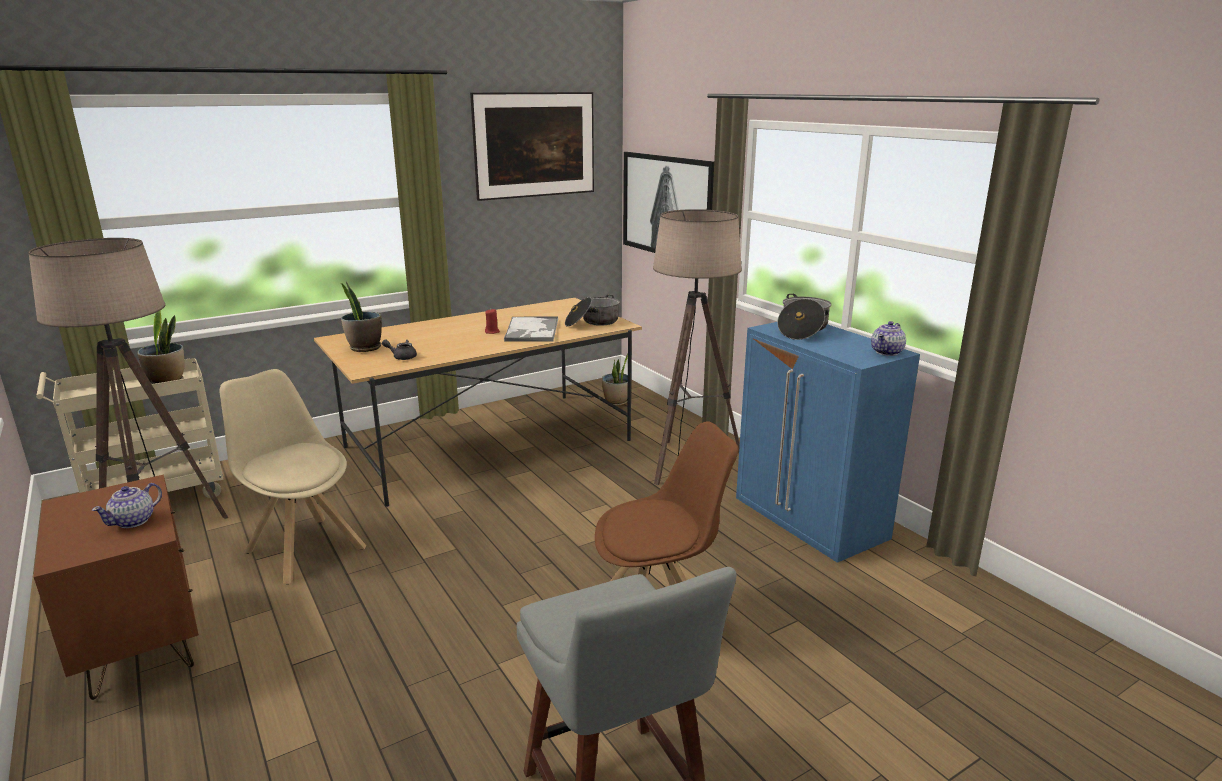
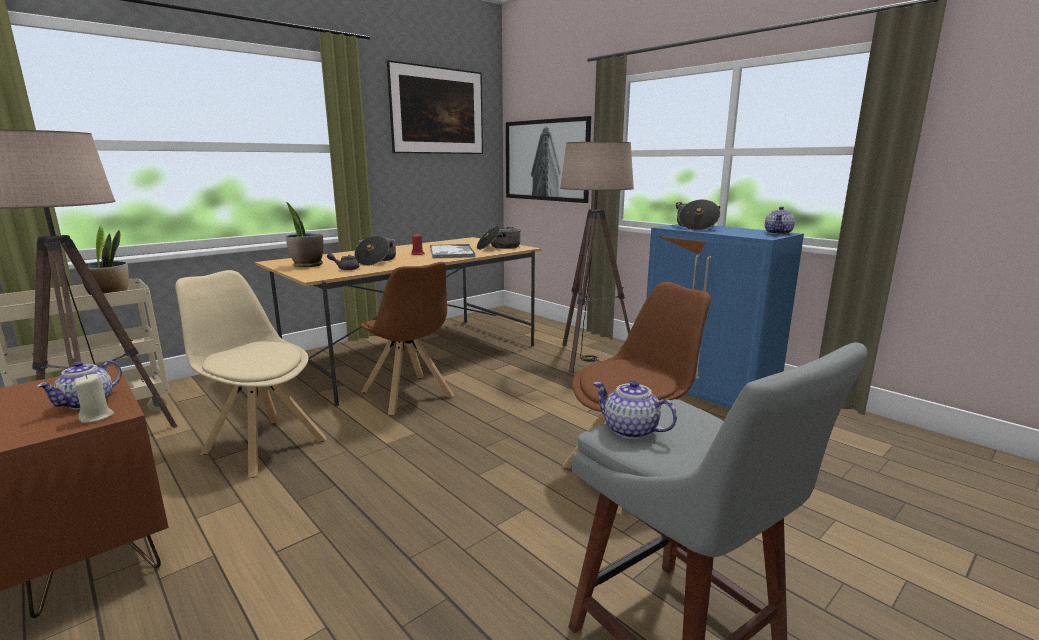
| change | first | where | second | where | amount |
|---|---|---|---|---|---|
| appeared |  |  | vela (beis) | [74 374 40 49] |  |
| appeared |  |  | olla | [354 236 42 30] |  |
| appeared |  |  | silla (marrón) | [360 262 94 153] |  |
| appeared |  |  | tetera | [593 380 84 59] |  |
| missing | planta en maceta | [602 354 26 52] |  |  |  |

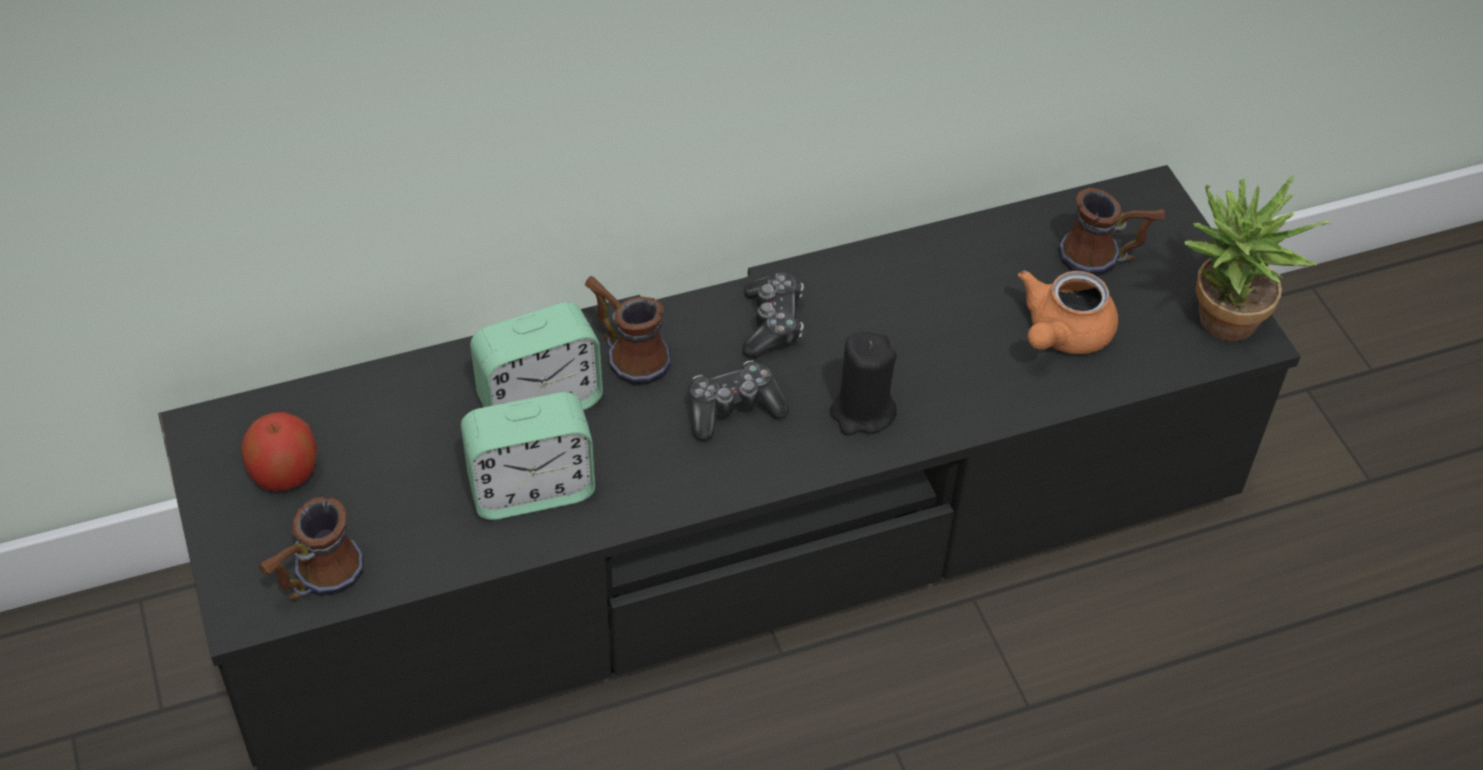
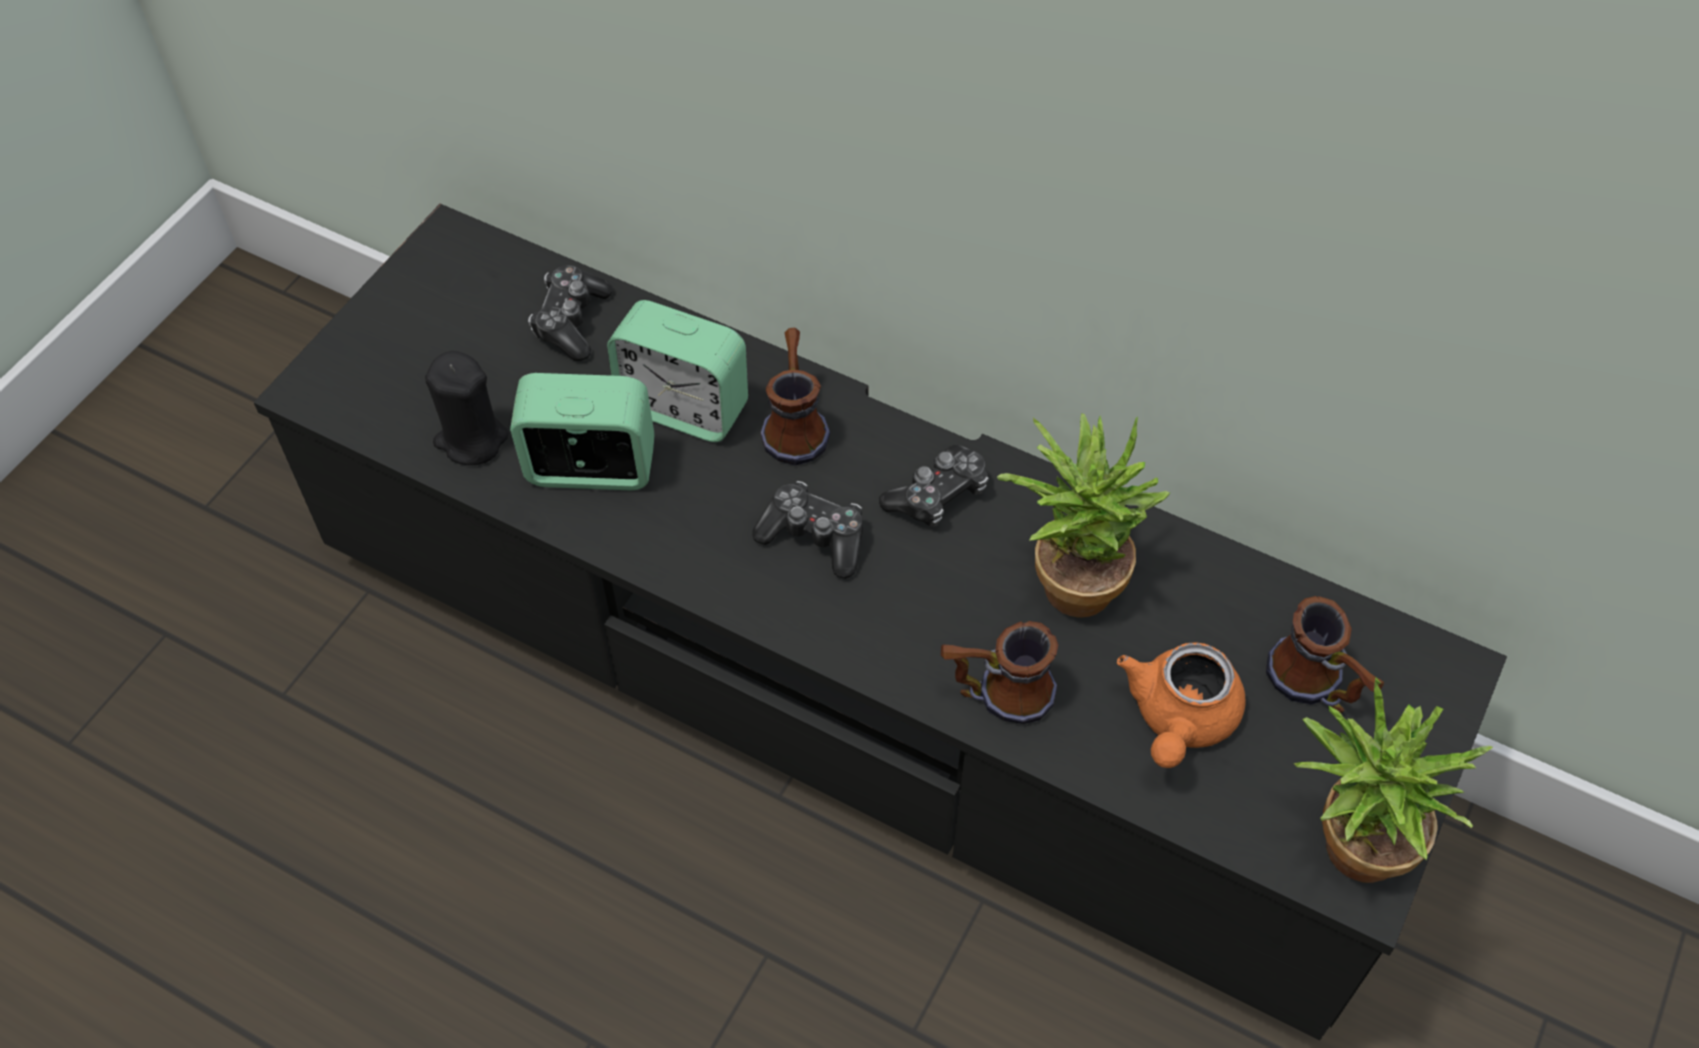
| change | first | where | second | where | amount |
|---|---|---|---|---|---|
| relocated | vela (negro) | [829 332 68 104] |  | [425 351 84 114] |  |
| spun | despertador | [461 392 134 128] |  | [510 373 145 117] | 150 degrees clockwise |
| appeared |  |  | mando de consola | [528 265 85 96] |  |
| relocated | taza grande | [258 496 105 105] |  | [941 621 117 103] |  |
| appeared |  |  | planta en maceta | [997 413 173 205] |  |
| spun | tetera (naranja) | [1018 270 100 84] |  | [1117 643 128 125] | 60 degrees counterclockwise |
| missing | manzana | [241 412 76 79] |  |  |  |

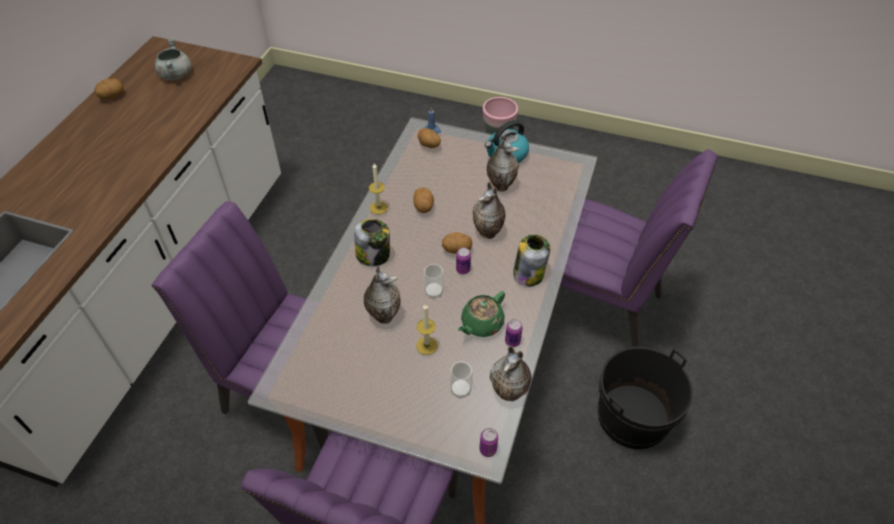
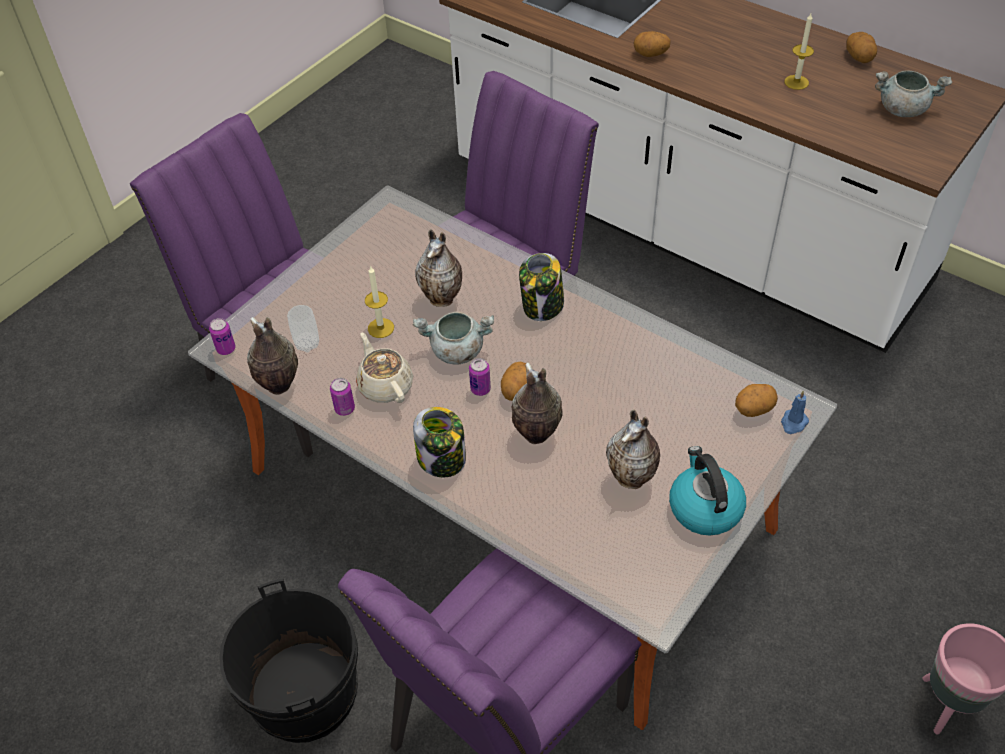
| change | first | where | second | where | amount |
|---|---|---|---|---|---|
| colour | tetera (verde) | [458 291 47 46] | tetera (beis) | [356 332 57 71] |  |
| exchanged | taza | [423 264 21 35] | olla (gris) | [413 312 81 53] |  |
| relocated | patata | [413 188 21 25] |  | [634 31 37 26] |  |
| relocated | vela | [369 163 19 52] |  | [784 13 30 77] |  |

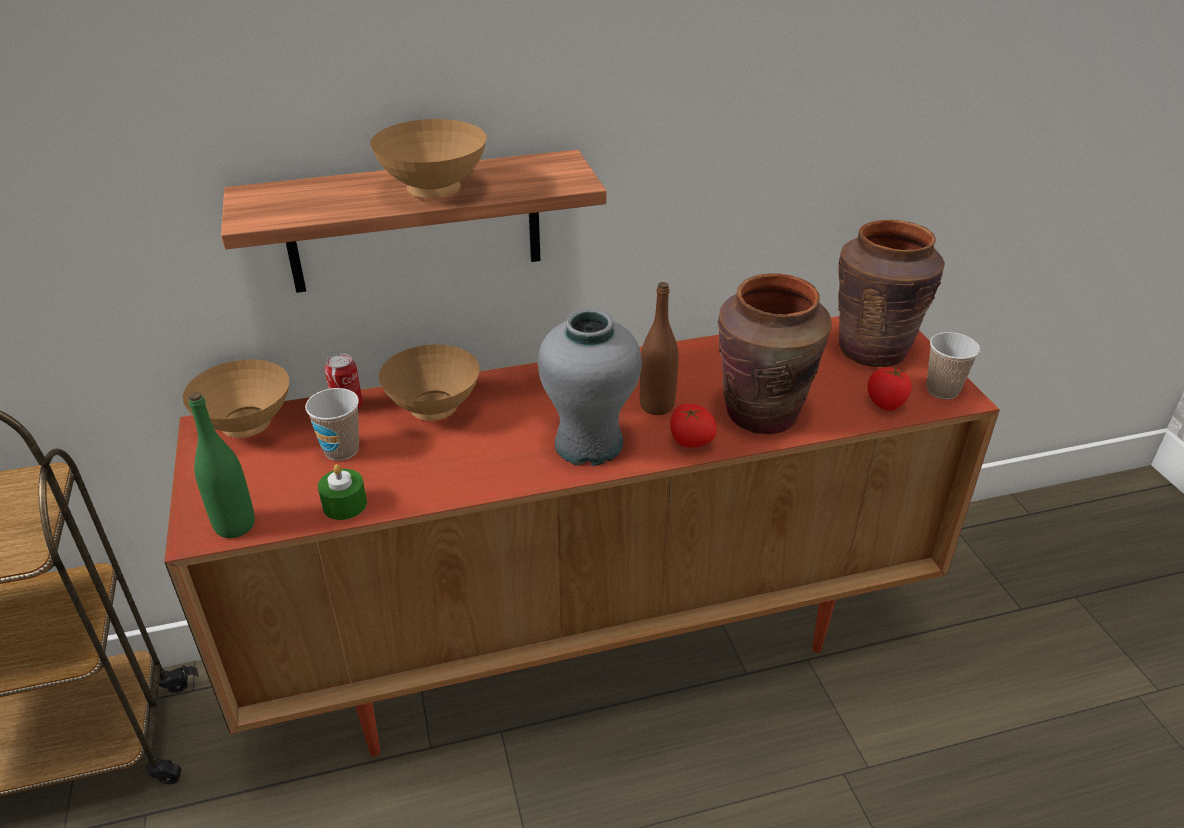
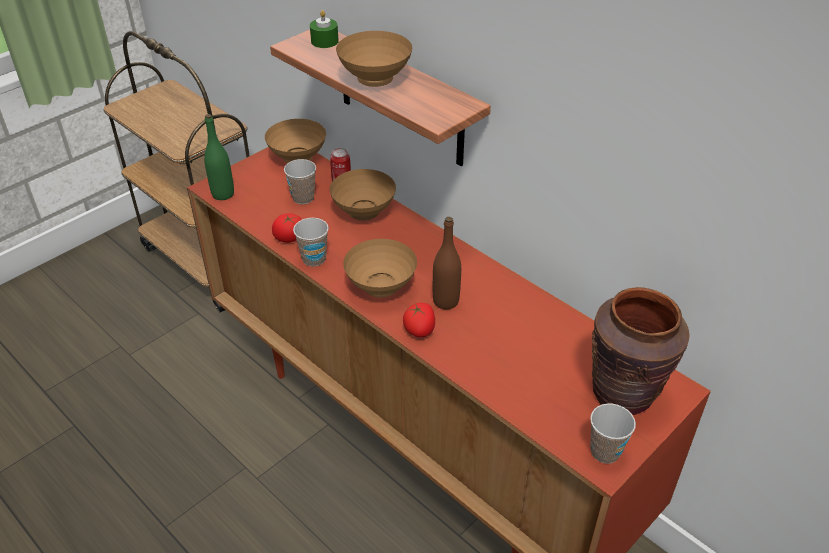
| change | first | where | second | where | amount |
|---|---|---|---|---|---|
| relocated | tomate | [867 366 45 45] |  | [272 213 30 30] |  |
| appeared |  |  | taza | [293 218 36 48] |  |
| relocated | vela (verde) | [318 464 49 56] |  | [310 10 29 38] |  |
| exchanged | florero (gris) | [538 309 104 157] | cuenco (marrón) | [343 239 74 59] |  |
| missing | florero (marrón) | [717 273 114 161] |  |  |  |

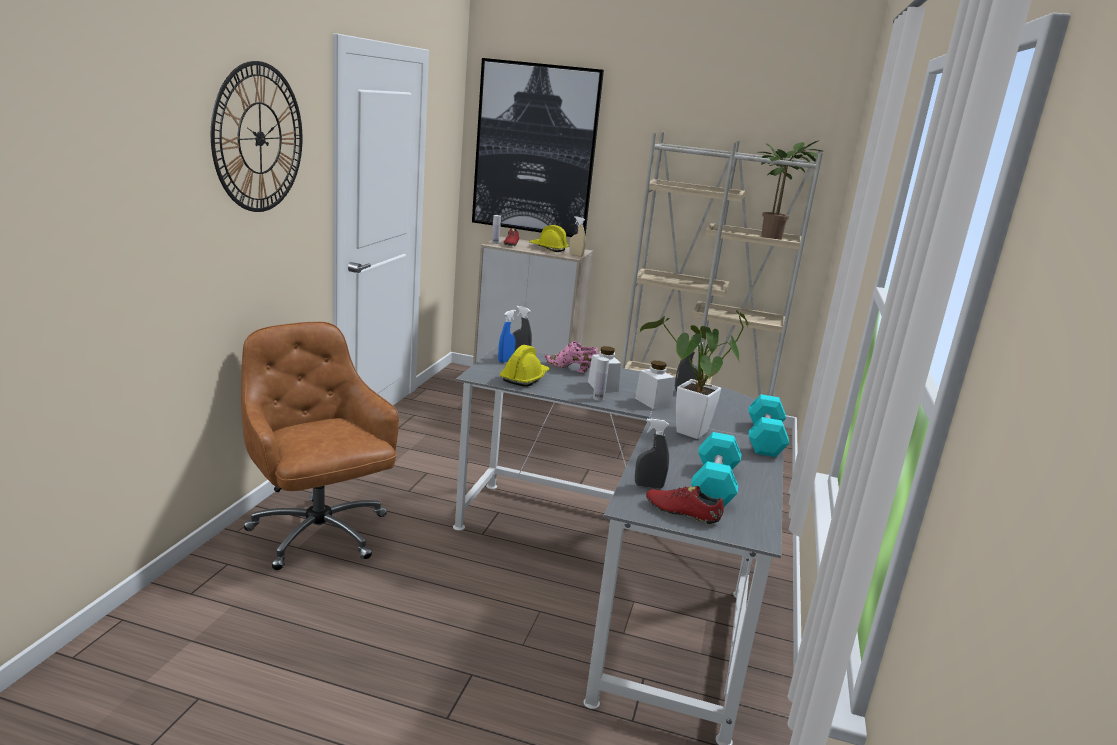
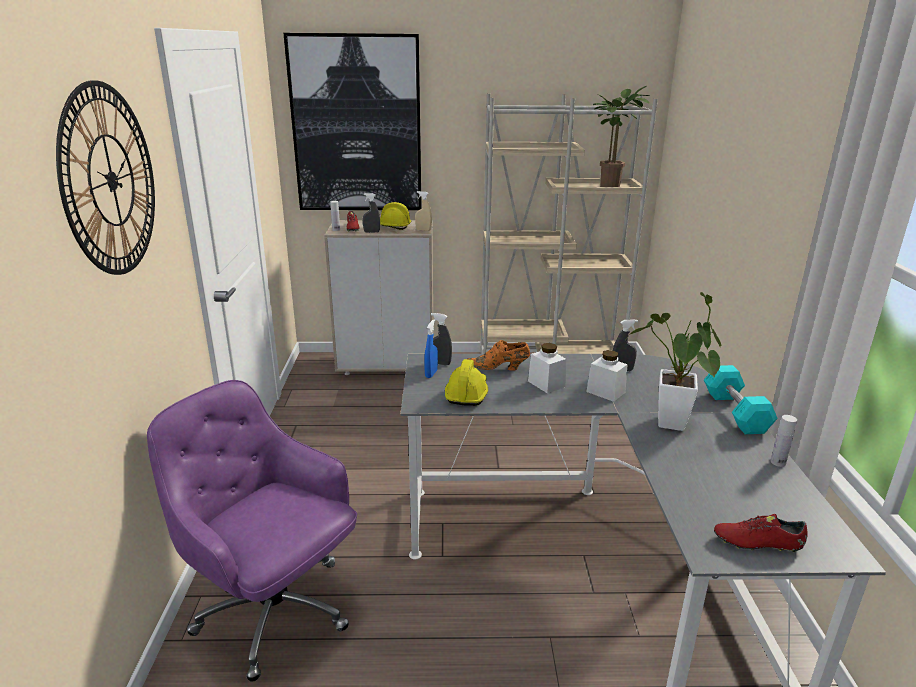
| change | first | where | second | where | amount |
|---|---|---|---|---|---|
| colour | silla de oficina (marrón) | [241 322 158 248] | silla de oficina (morado) | [147 380 210 302] |  |
| relocated | pulverizador (gris) | [635 419 34 70] |  | [363 193 17 40] |  |
| colour | zapato (rosa) | [544 341 55 32] | zapato (naranja) | [467 340 63 31] |  |
| relocated | botella (blanco) | [593 357 16 44] |  | [771 415 26 52] |  |
| missing | mancuerna (turquesa) | [691 432 50 75] |  |  |  |

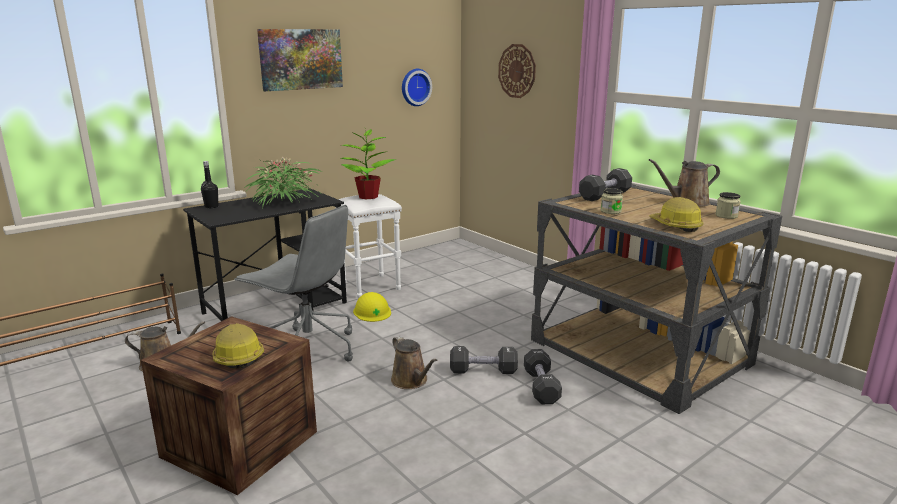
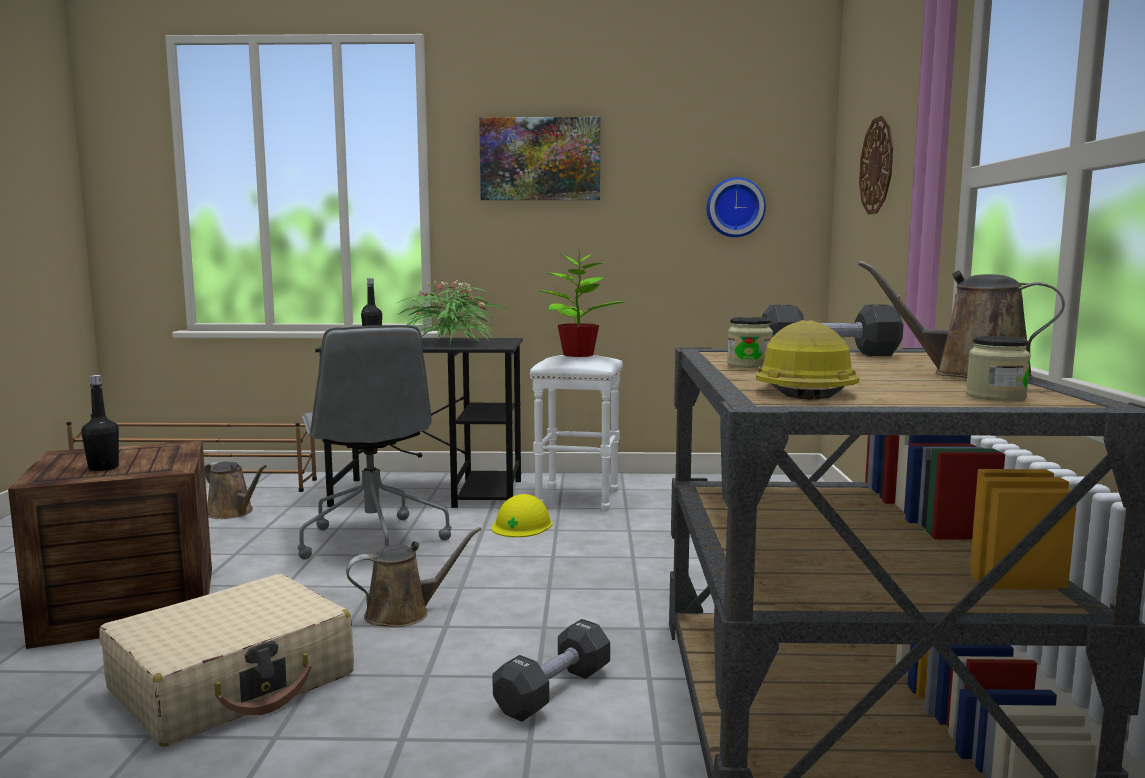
| change | first | where | second | where | amount |
|---|---|---|---|---|---|
| exchanged | casco | [213 323 51 46] | botella (negro) | [81 375 38 96] |  |
| appeared |  |  | maleta (beis) | [99 574 255 172] |  |
| spun | regadera (marrón) | [391 336 46 53] |  | [346 527 135 100] | 120 degrees counterclockwise |
| missing | mancuerna (negro) | [450 346 68 28] |  |  |  |

